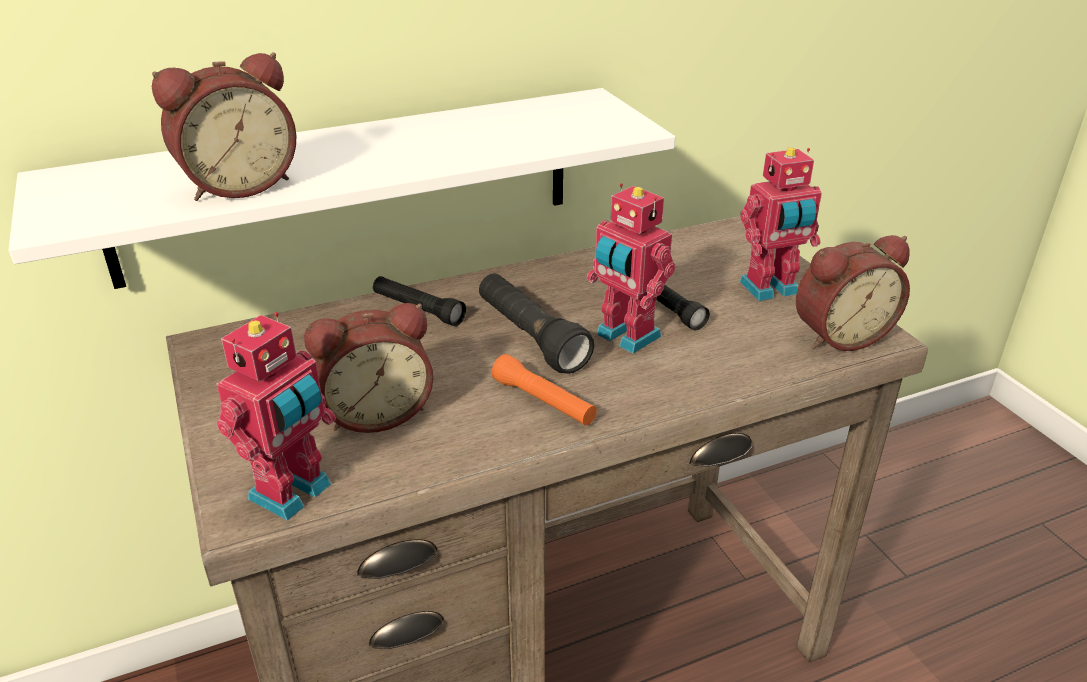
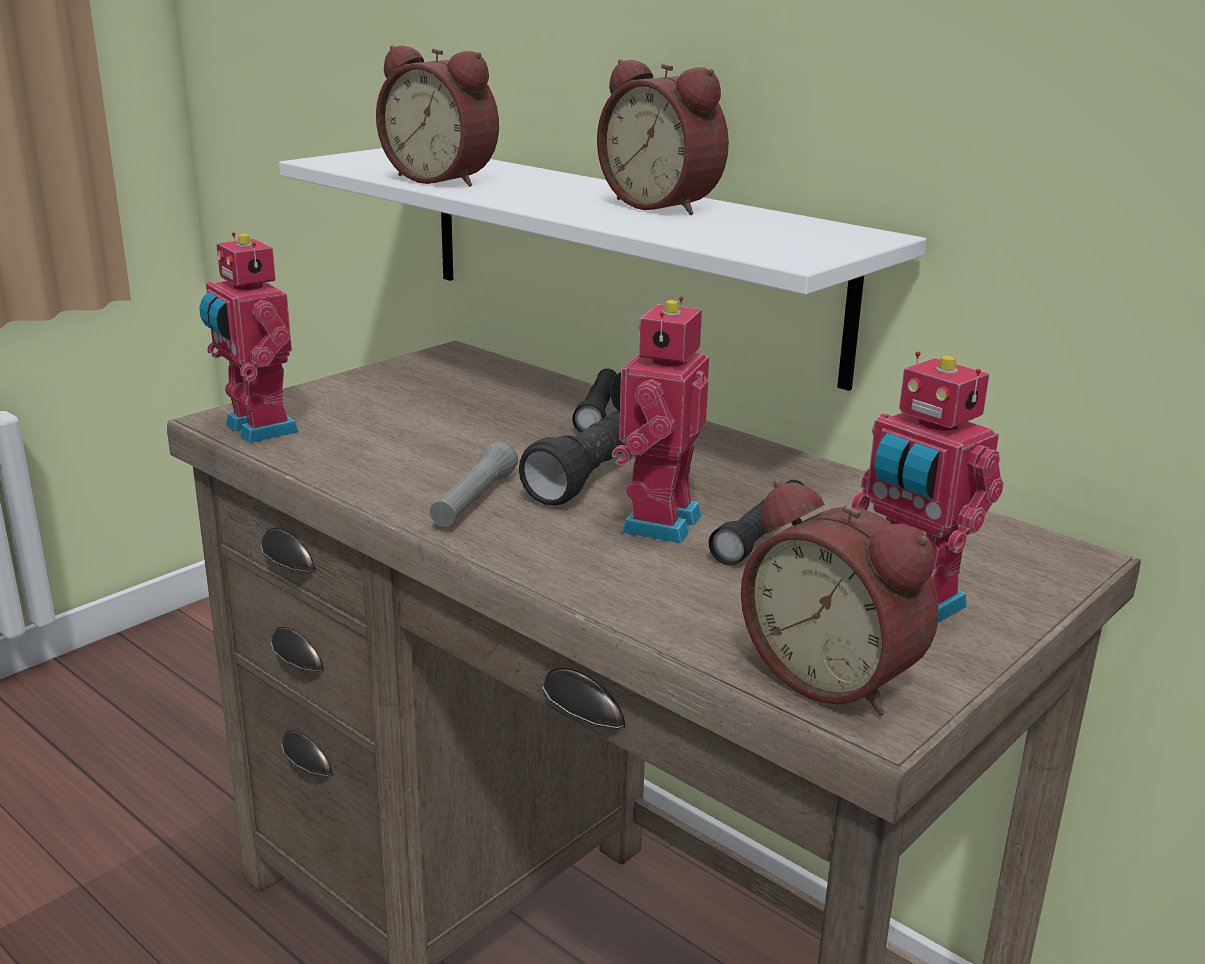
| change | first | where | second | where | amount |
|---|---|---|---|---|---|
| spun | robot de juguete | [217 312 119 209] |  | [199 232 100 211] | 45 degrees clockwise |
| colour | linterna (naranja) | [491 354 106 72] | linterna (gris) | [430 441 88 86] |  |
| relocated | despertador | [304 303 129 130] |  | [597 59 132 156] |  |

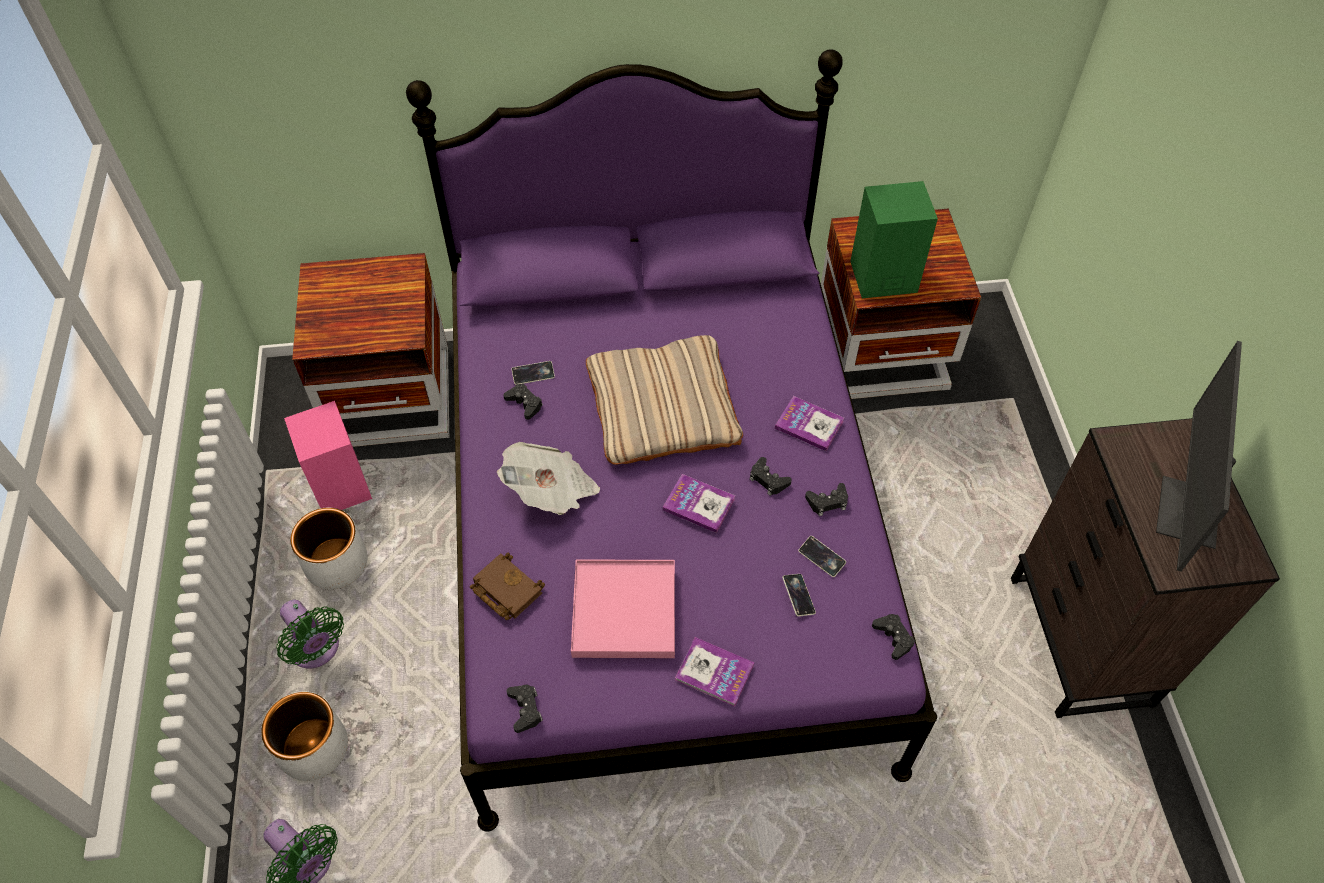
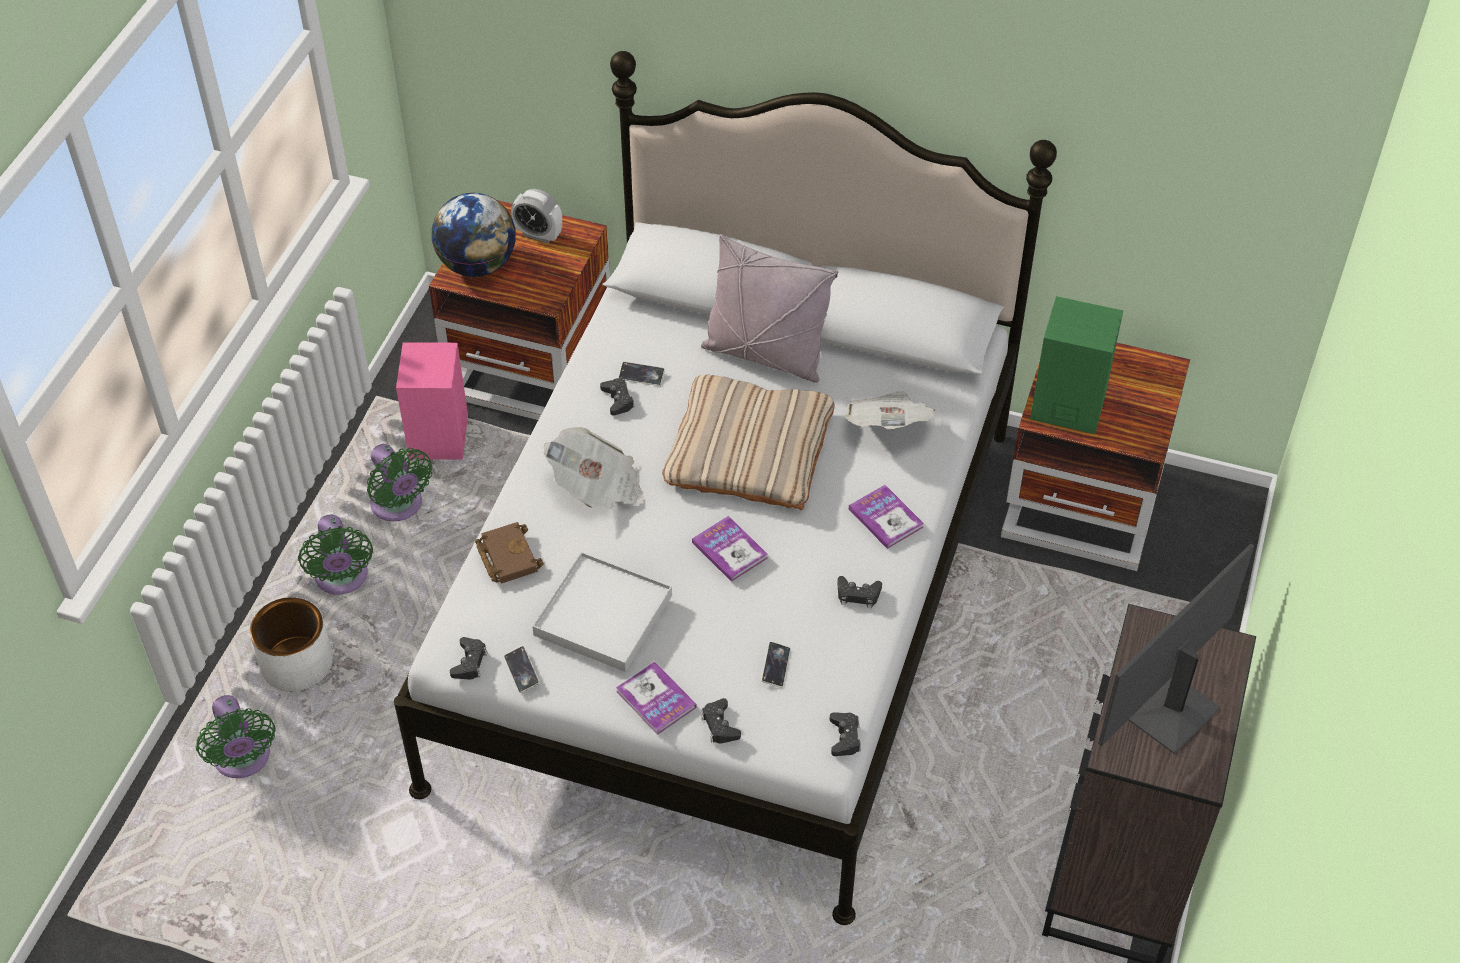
| change | first | where | second | where | amount |
|---|---|---|---|---|---|
| exchanged | maceta (blanco) | [290 507 78 83] | ventilador (verde) | [367 444 66 77] |  |
| colour | cama (morado) | [406 49 531 783] | cama (blanco) | [394 51 663 874] |  |
| appeared |  |  | globo terráqueo | [431 193 85 84] |  |
| relocated | móvil | [798 536 48 41] |  | [504 646 36 47] |  |
| appeared |  |  | despertador | [511 189 51 54] |  |
| colour | bandeja (rosa) | [571 559 104 99] | bandeja (blanco) | [532 552 140 120] |  |
| appeared |  |  | cojín (morado) | [701 234 137 149] |  |
| relocated | mando de consola (negro) | [750 457 42 39] |  | [701 698 40 46] |  |
| appeared |  |  | periódico | [845 391 91 38] |  |

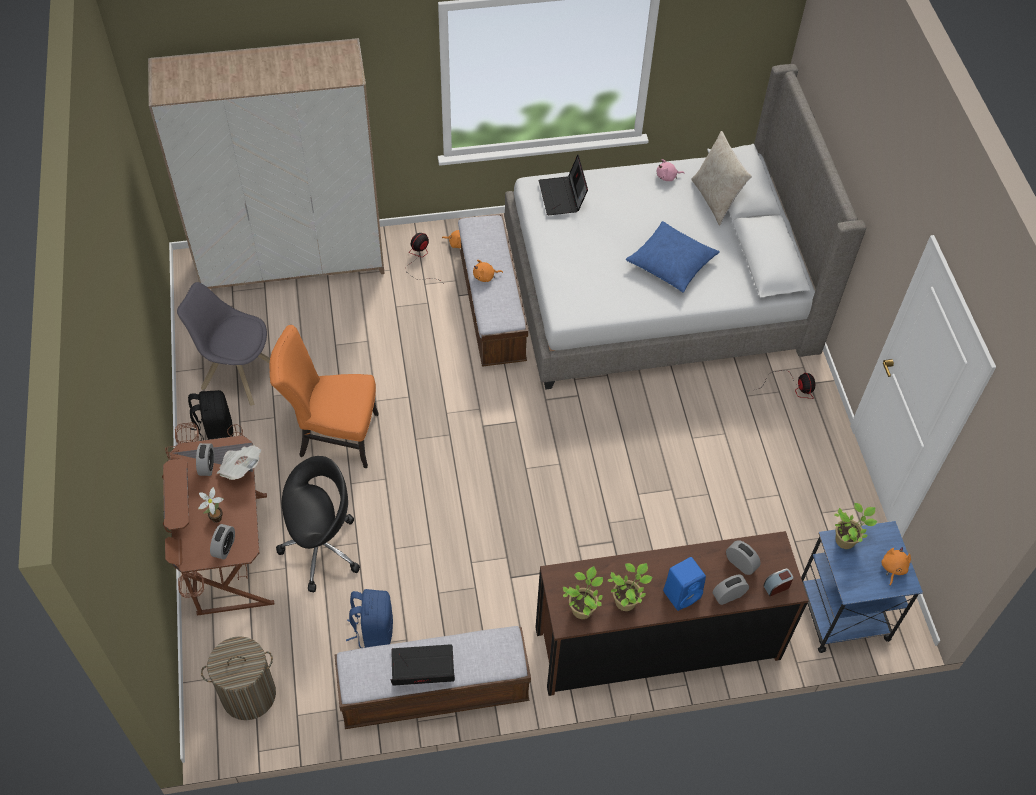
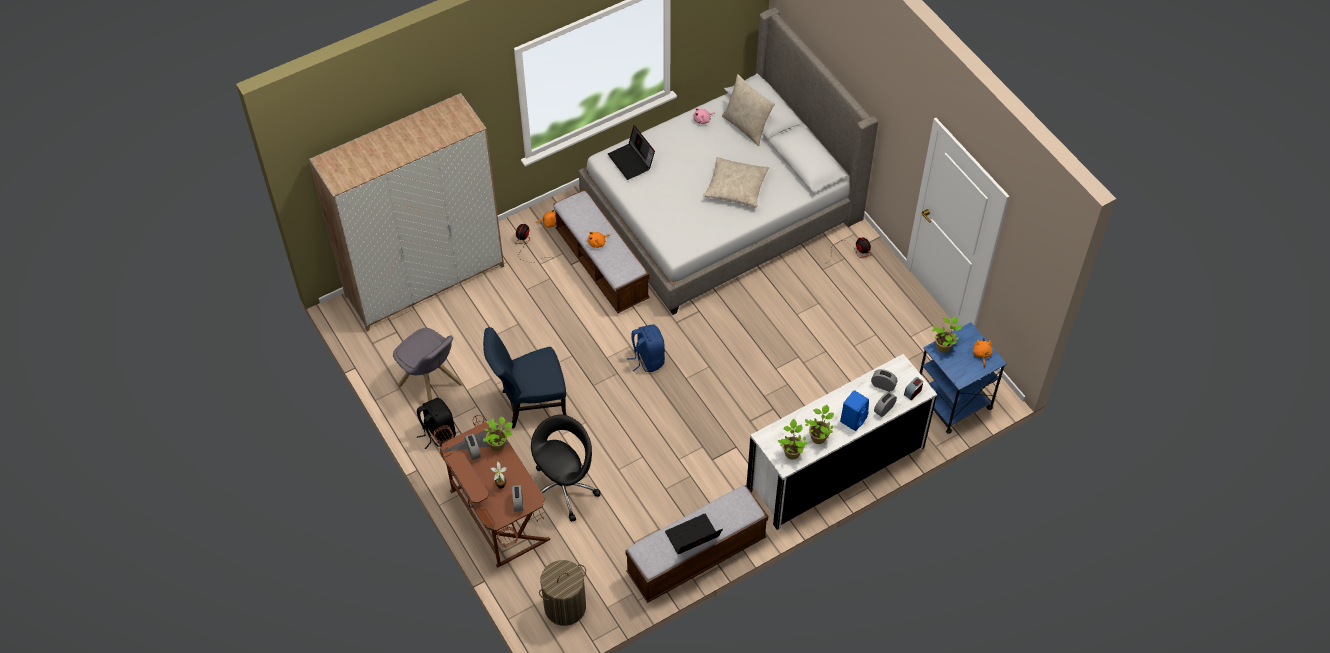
| change | first | where | second | where | amount |
|---|---|---|---|---|---|
| spun | silla (gris) | [177 282 93 124] |  | [393 328 70 73] | 135 degrees counterclockwise |
| colour | silla (naranja) | [270 325 109 143] | silla (azul) | [483 327 83 102] |  |
| exchanged | periódico | [217 445 44 35] | planta en maceta | [483 416 30 35] |  |
| relocated | mochila (azul) | [346 589 47 59] |  | [627 324 38 48] |  |
| colour | cojín (azul) | [626 221 94 72] | cojín (beis) | [703 157 66 51] |  |
| colour | cómoda (marrón) | [535 531 274 165] | cómoda (blanco) | [746 354 191 176] |  |

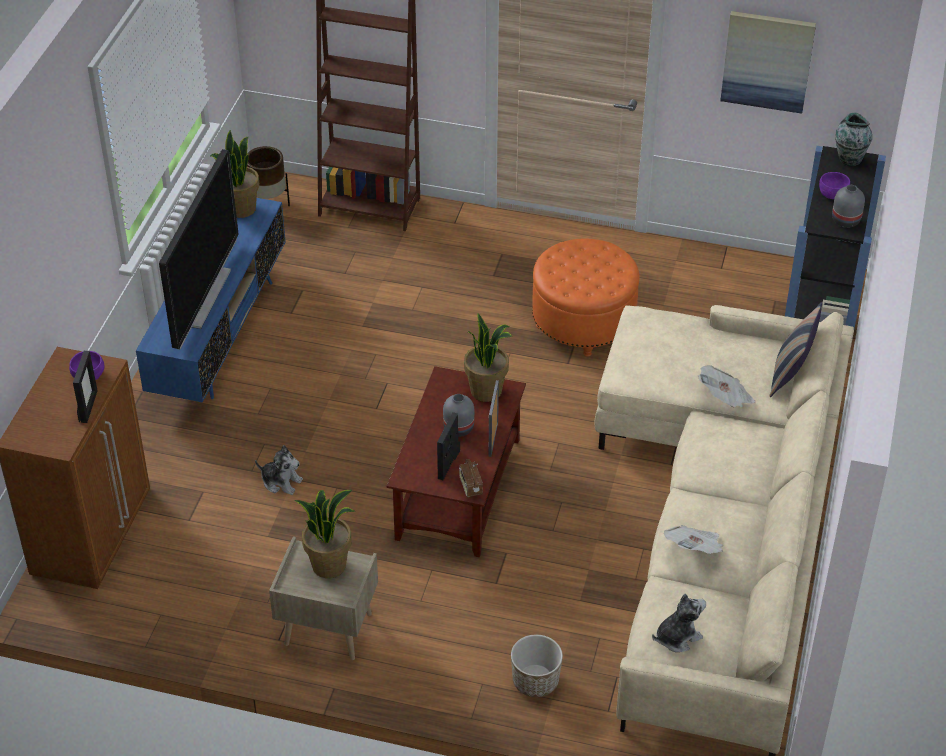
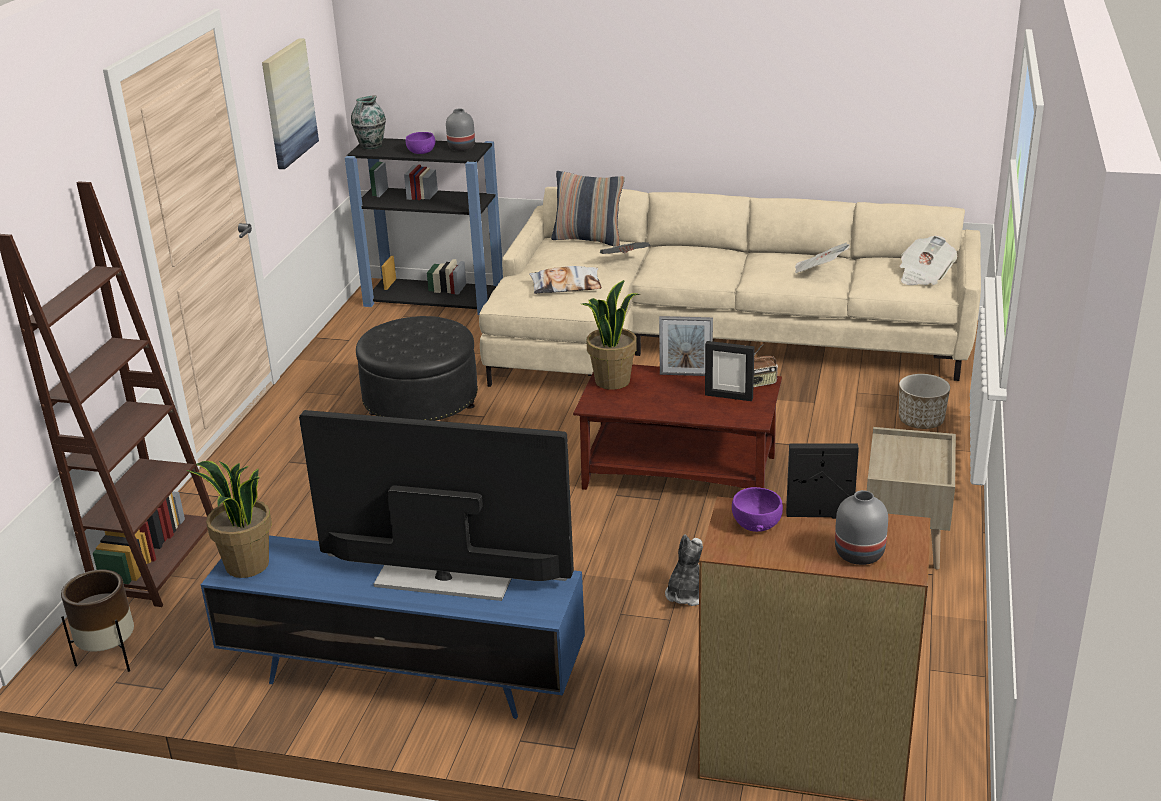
| change | first | where | second | where | amount |
|---|---|---|---|---|---|
| colour | puf (naranja) | [532 239 107 118] | puf (negro) | [356 316 122 105] |  |
| appeared |  |  | cojín | [529 266 73 28] |  |
| relocated | florero (gris) | [443 394 31 43] |  | [835 490 53 75] |  |
| exchanged | peluche | [652 593 54 59] | periódico | [899 236 58 49] |  |
| missing | planta en maceta | [295 490 61 88] |  |  |  |

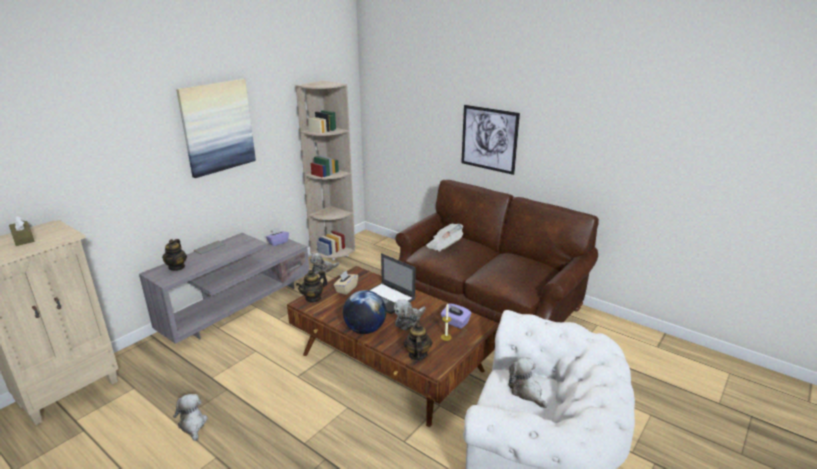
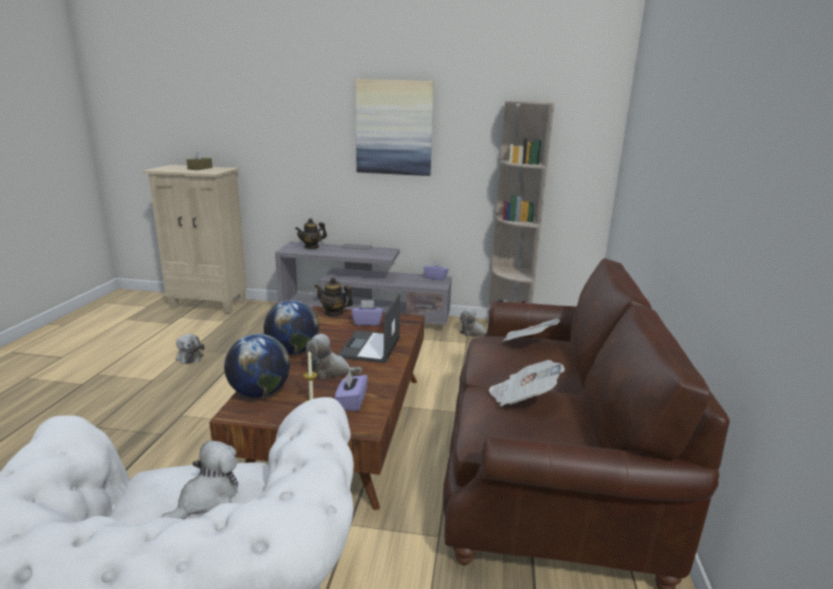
| change | first | where | second | where | amount |
|---|---|---|---|---|---|
| spun | peluche | [173 394 35 47] |  | [175 334 29 30] | 120 degrees clockwise |
| exchanged | tetera | [404 321 28 39] | globo terráqueo | [224 334 66 64] |  |
| colour | caja de pañuelos (beis) | [333 270 25 25] | caja de pañuelos (morado) | [351 300 31 26] |  |
| appeared |  |  | periódico | [489 360 76 46] |  |
| missing | cuadro | [461 105 59 70] |  |  |  |

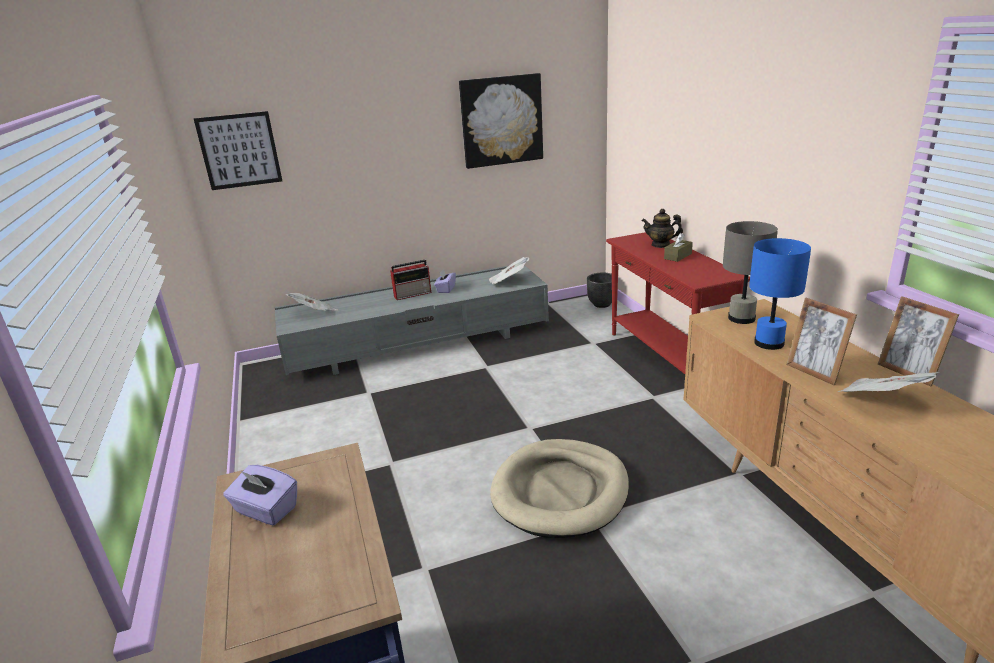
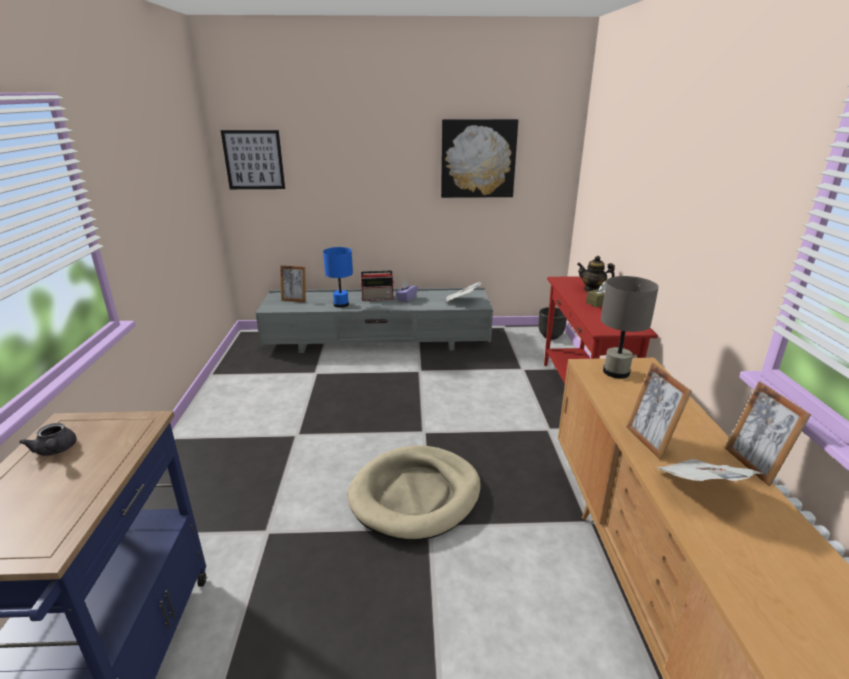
| change | first | where | second | where | amount |
|---|---|---|---|---|---|
| exchanged | caja de pañuelos (morado) | [223 465 74 60] | tetera (gris) | [19 423 58 33] |  |
| exchanged | periódico | [285 293 52 18] | portarretratos | [280 265 26 37] |  |
| relocated | lámpara de mesa (azul) | [749 238 62 112] |  | [323 247 30 61] |  |

